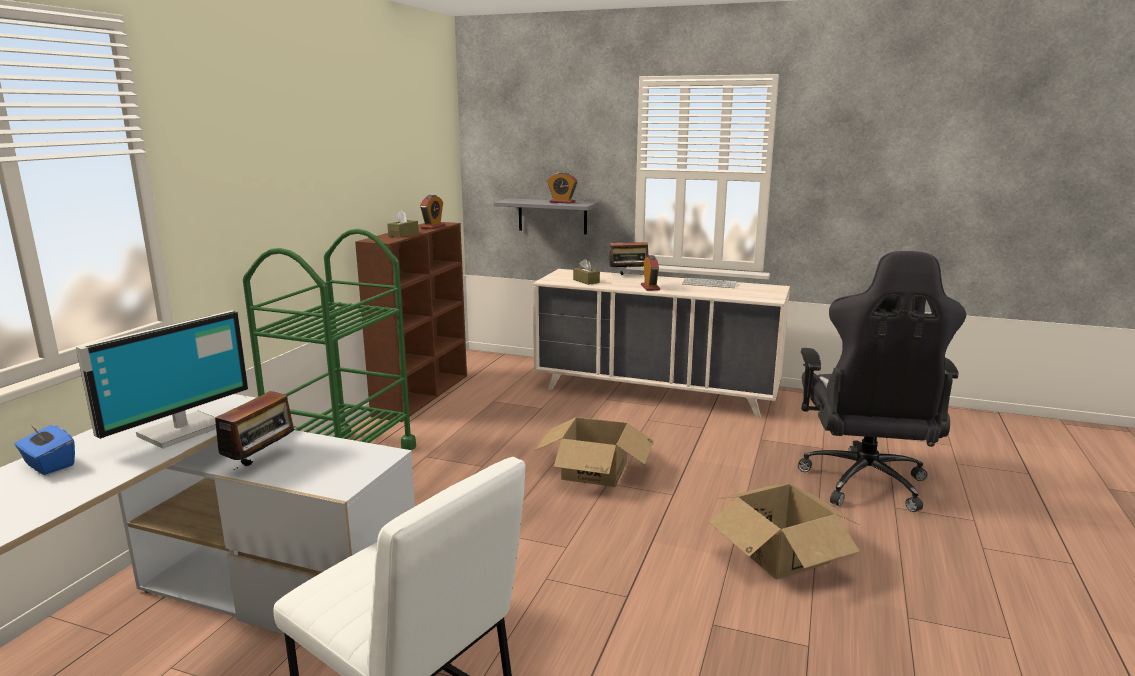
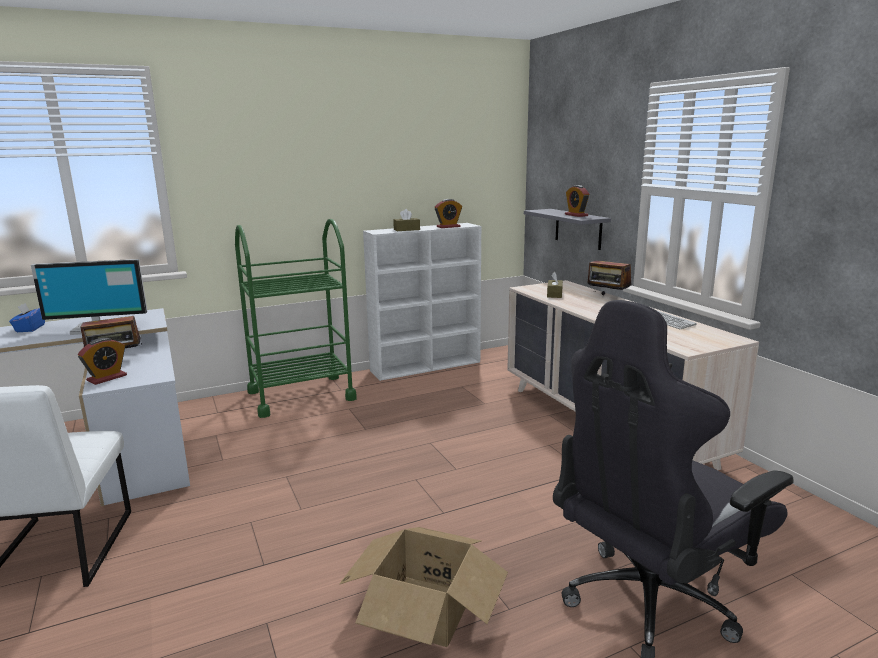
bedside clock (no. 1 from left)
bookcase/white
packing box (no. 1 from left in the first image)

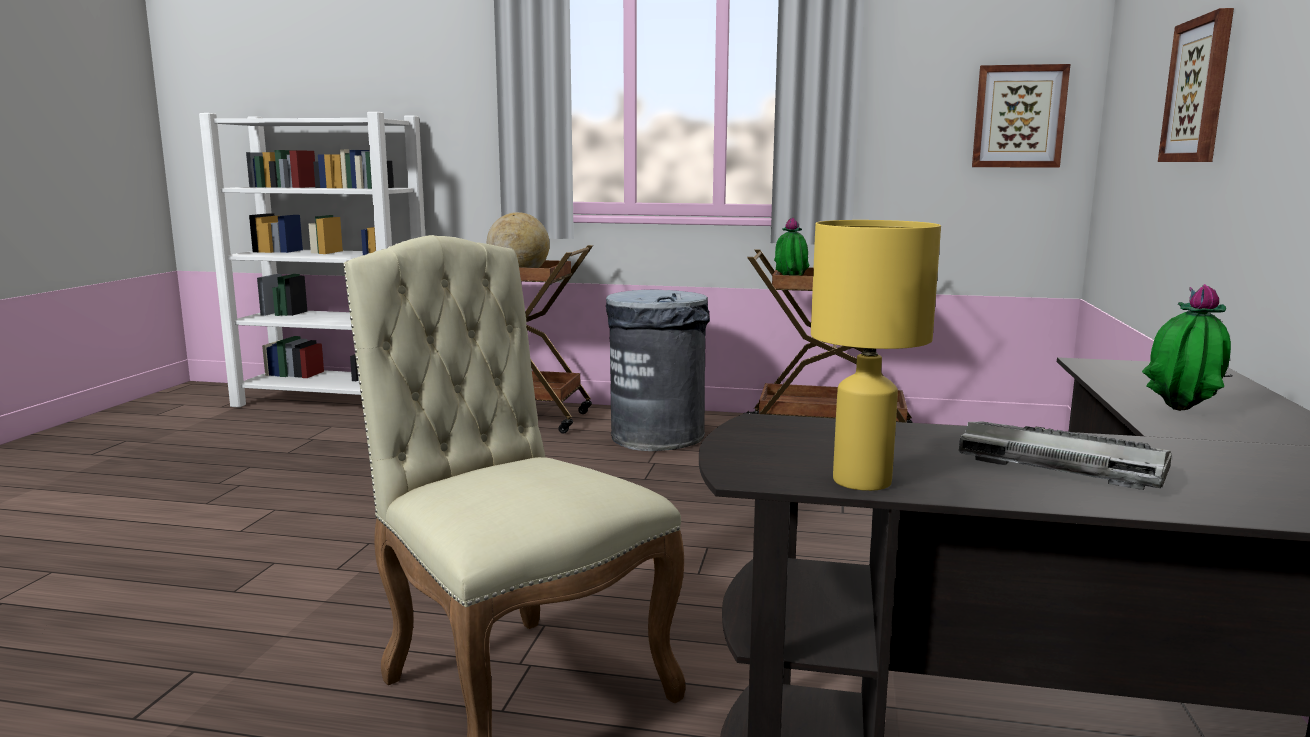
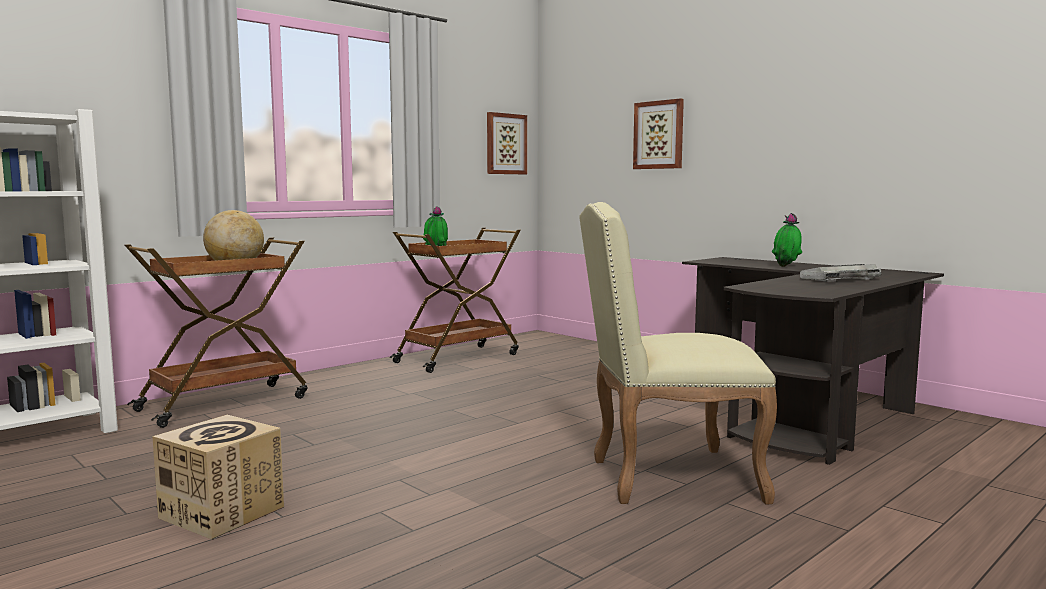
packing box
rubbish bin/gray
table lamp/yellow-coloured

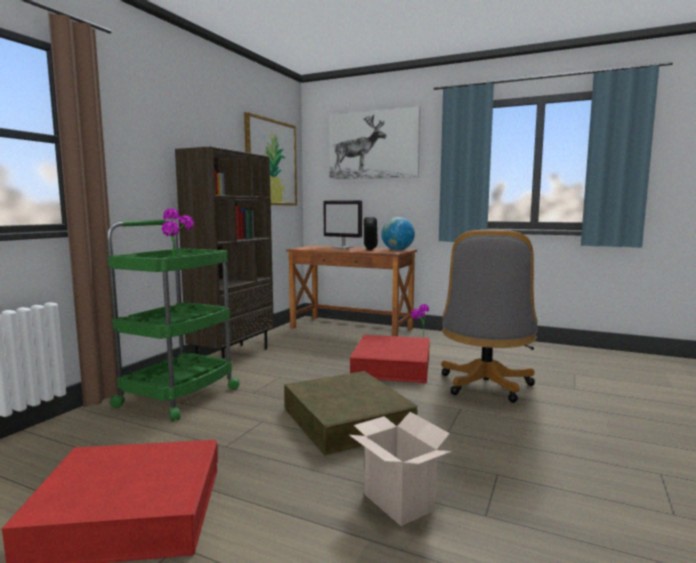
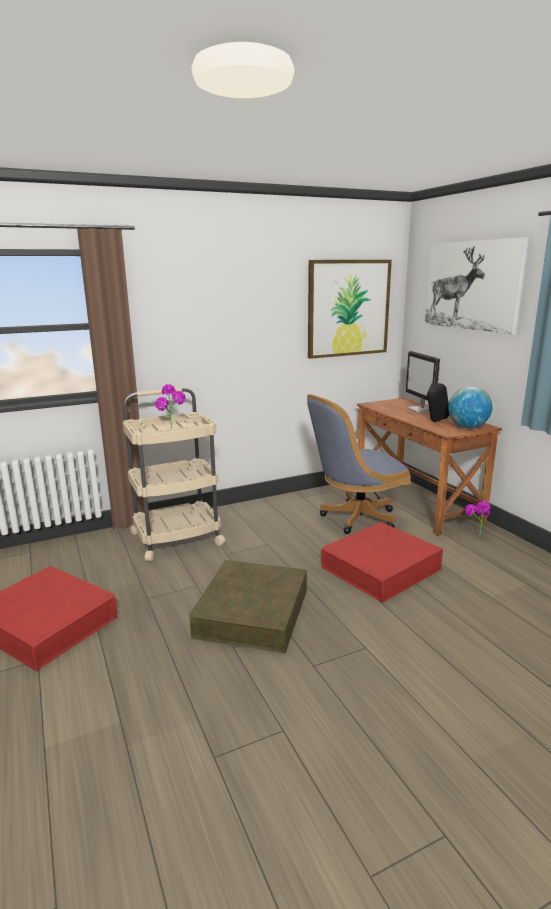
trolley/sand-coloured
office chair/blue
bookcase/brownish
packing box
office chair/gray

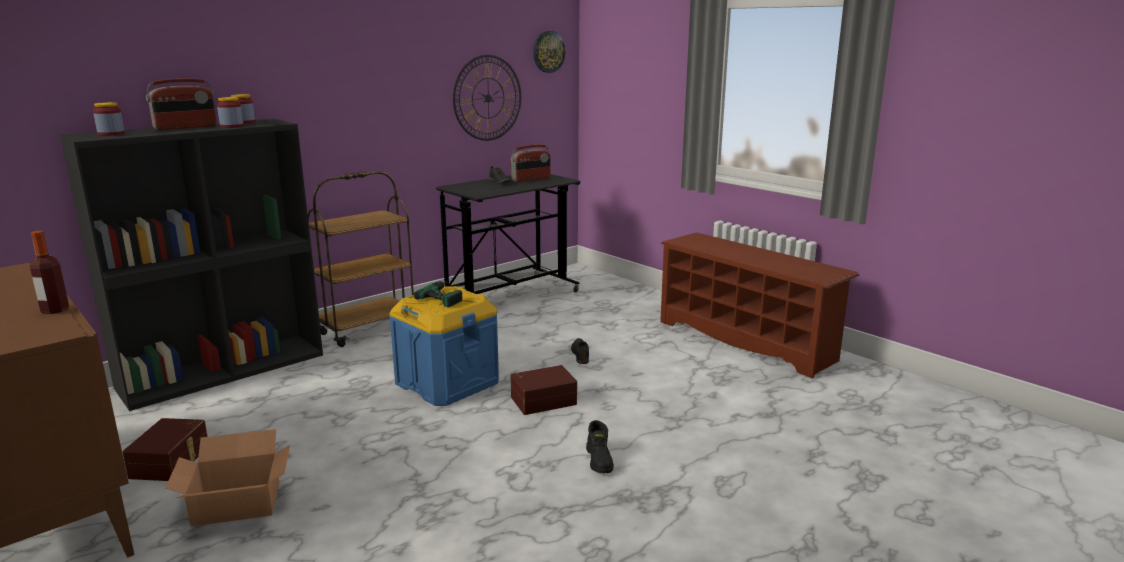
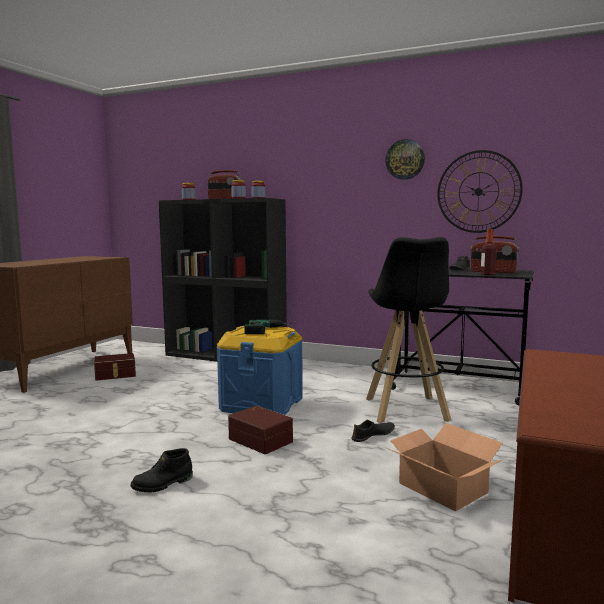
sitting stool/black
clock on the wall (no. 1 from left)
packing box
bottle
trolley/brownish

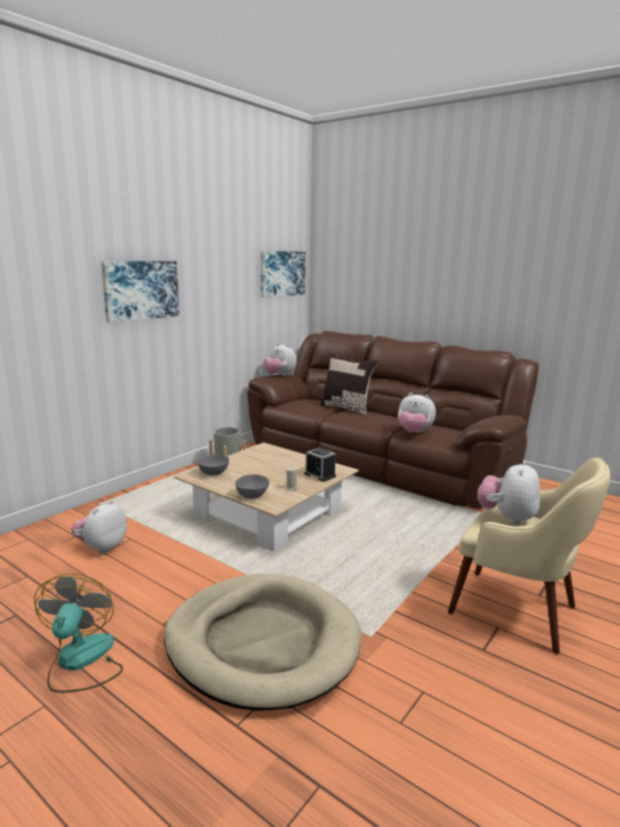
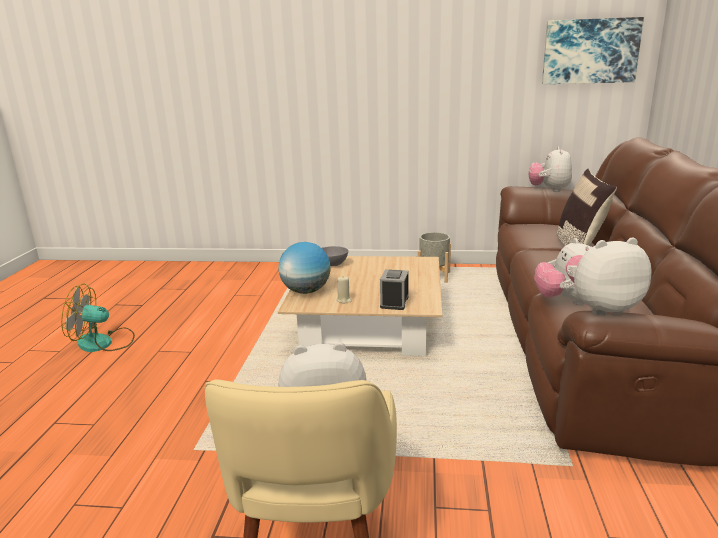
electric fan
desk globe
soft toy (no. 4 from left)
wall picture (no. 1 from left in the first image)
pet bed/sand-coloured

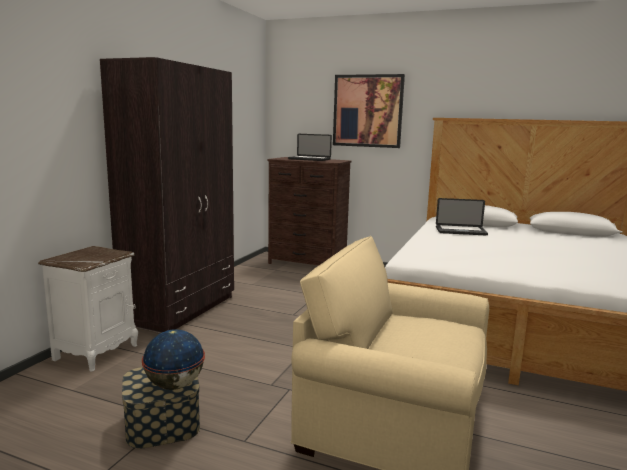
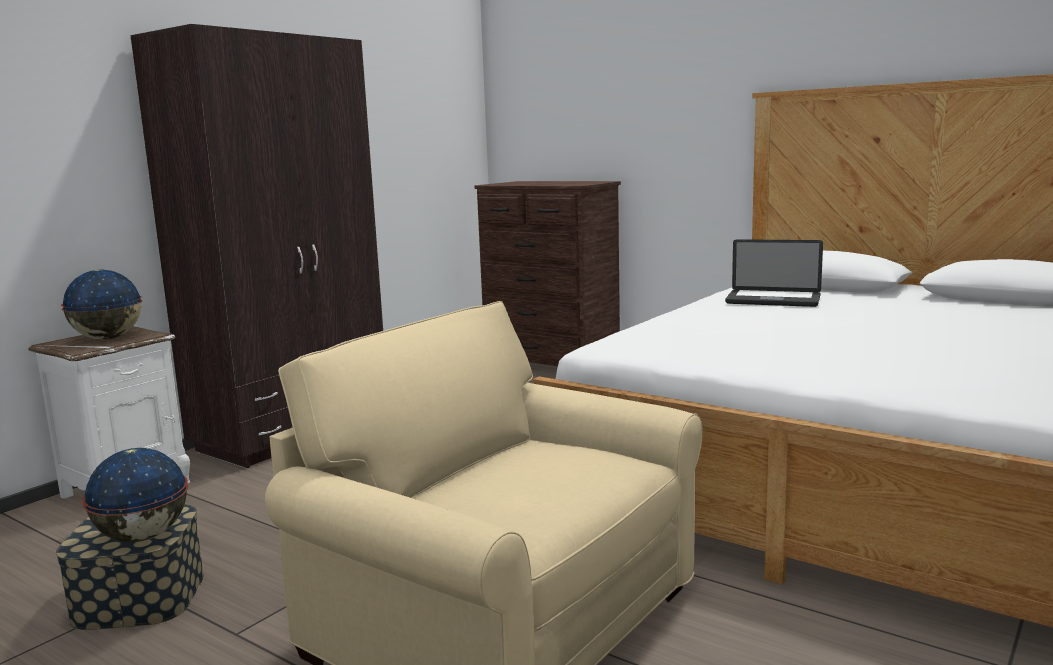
desk globe (no. 1 from left)
notebook computer (no. 1 from left in the first image)
wall picture

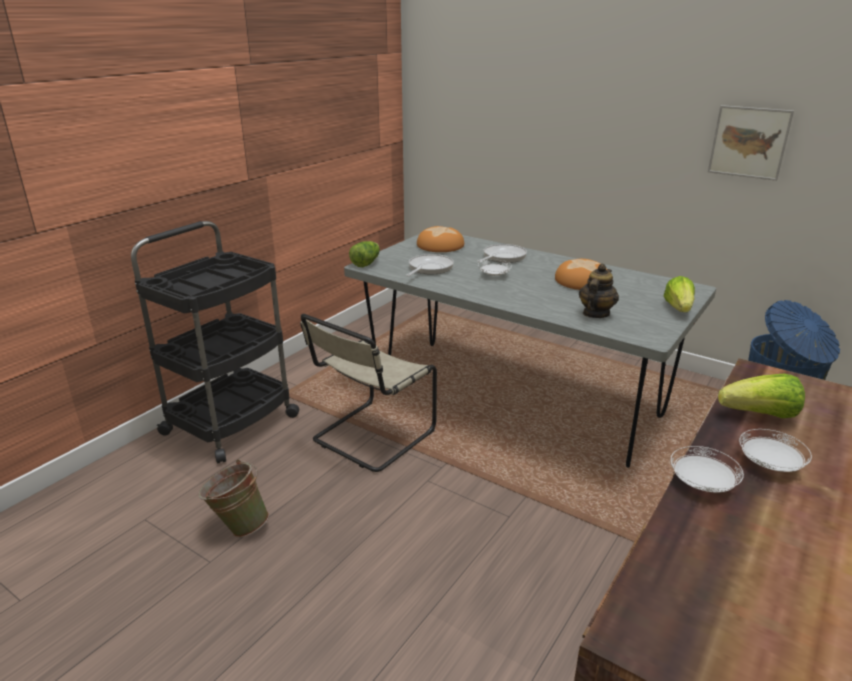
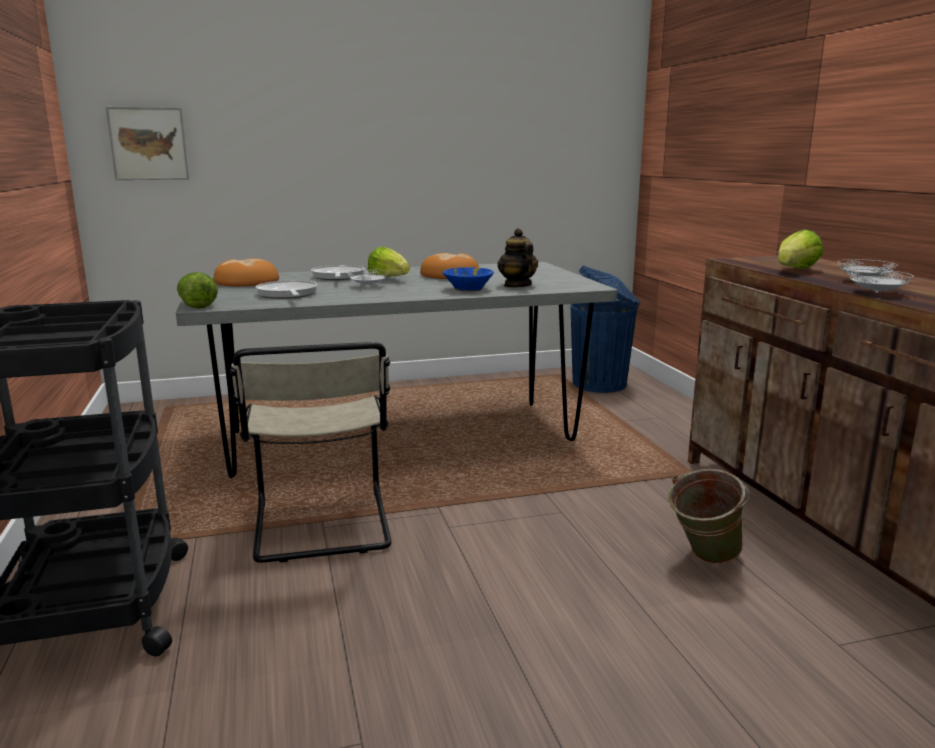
wall picture
head of lettuce (no. 2 from left)
serving bowl/blue
pail/greenish

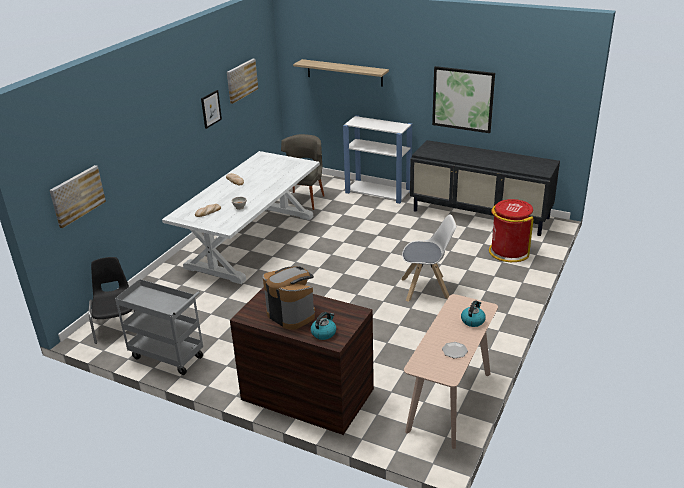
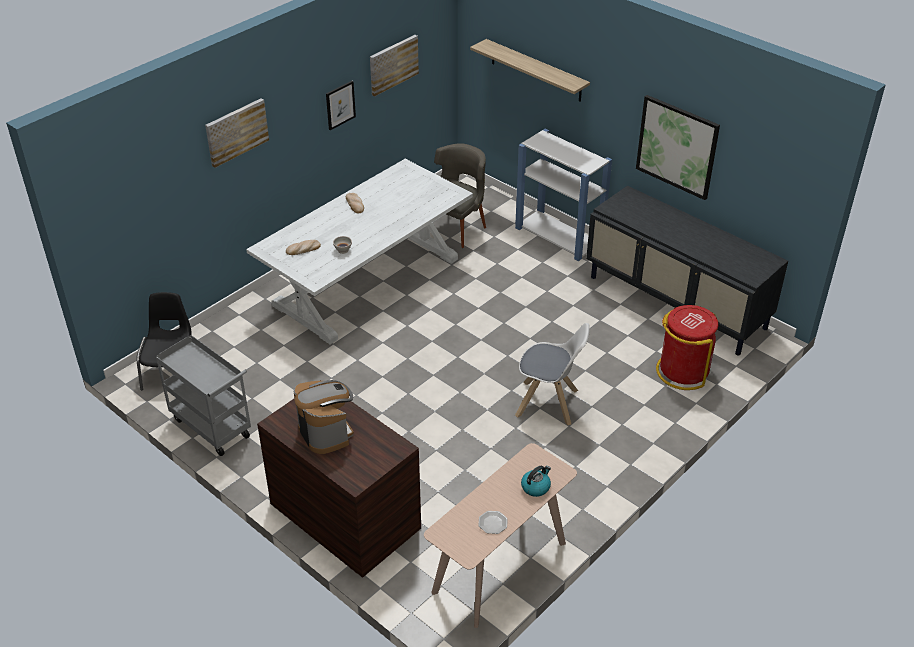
wall picture (no. 1 from left)
tea kettle (no. 1 from left in the first image)

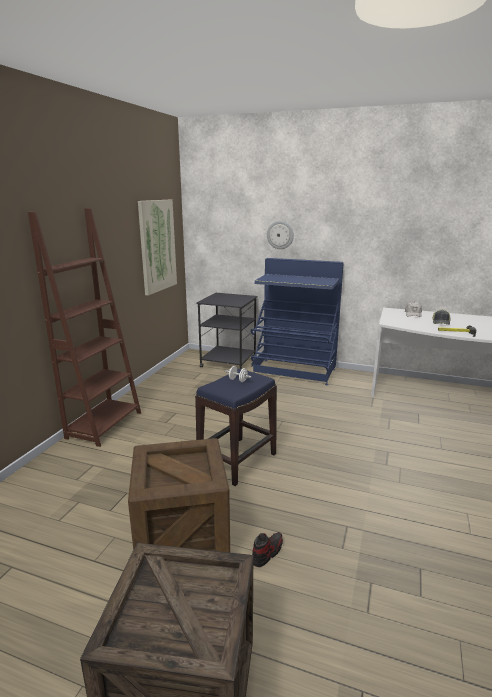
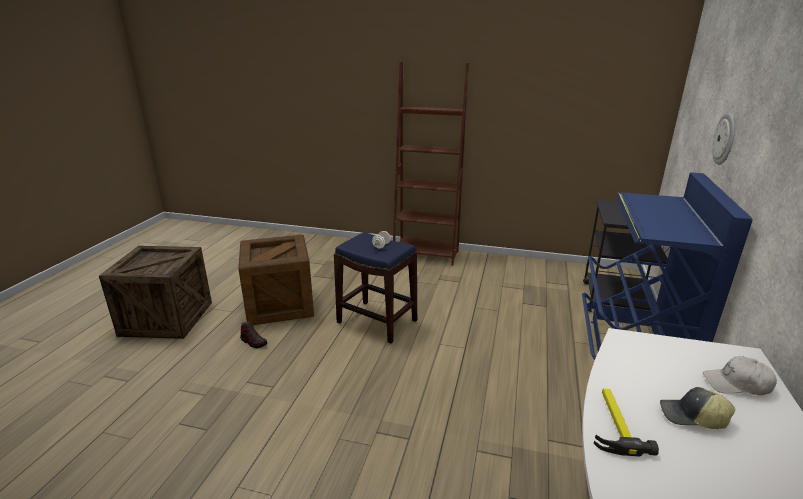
wall picture

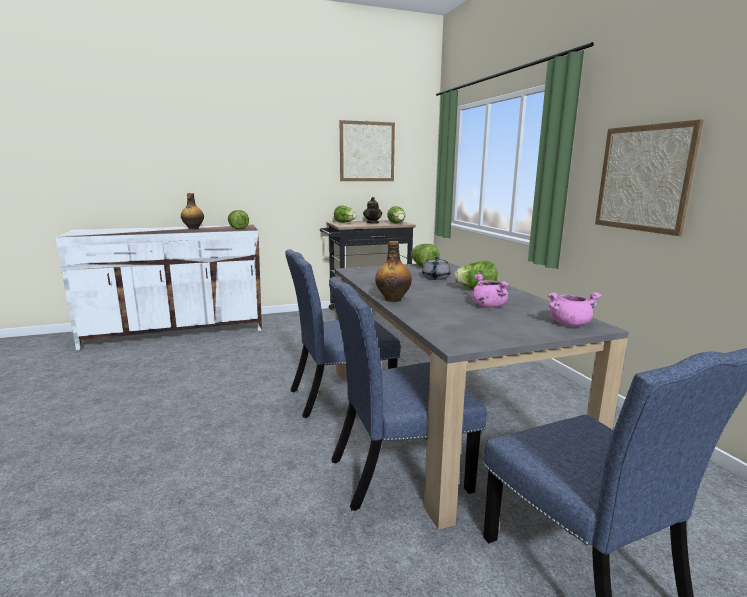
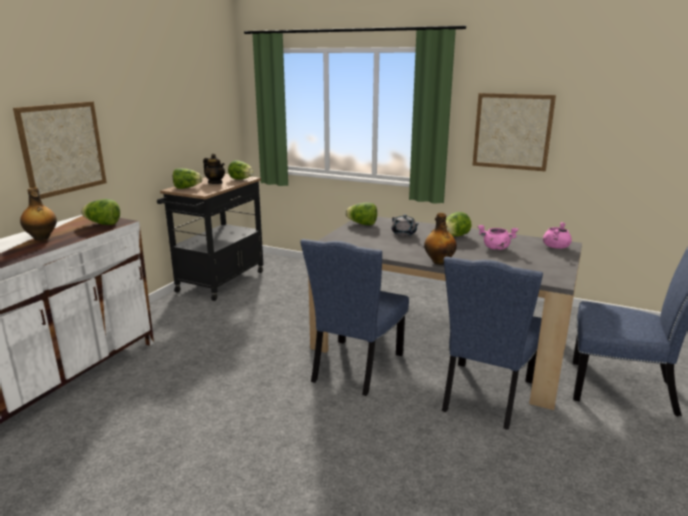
wall picture (no. 1 from left)

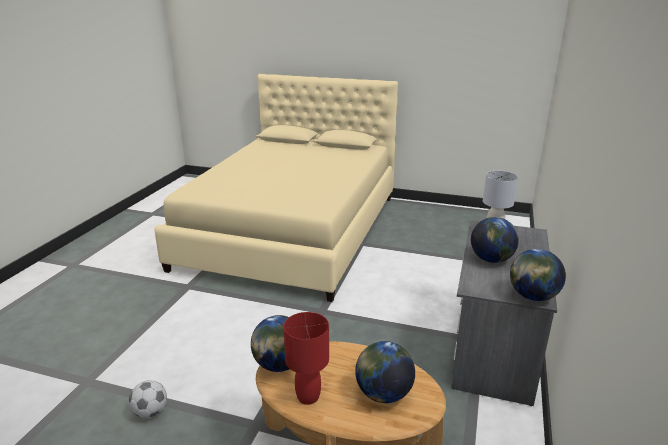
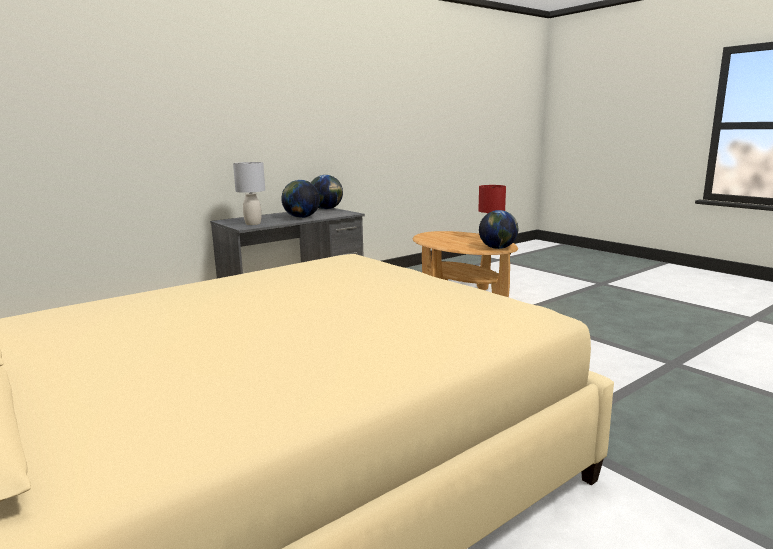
ball for football
desk globe (no. 2 from left in the first image)

